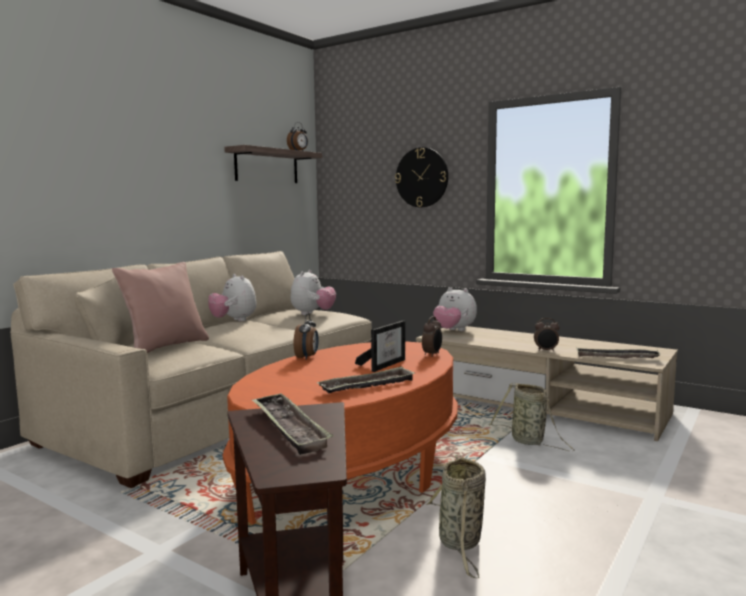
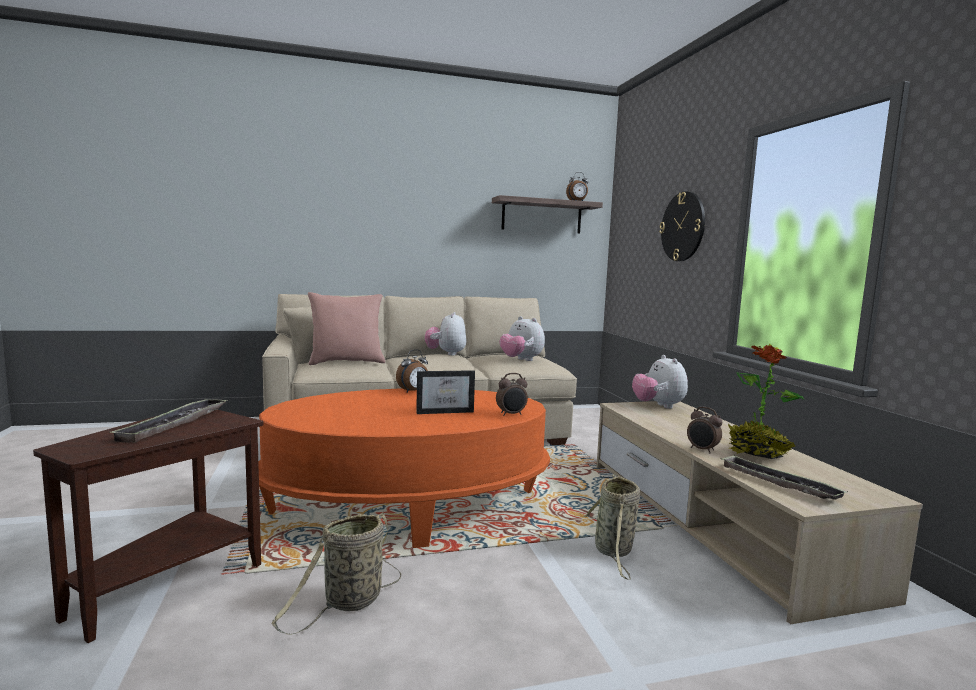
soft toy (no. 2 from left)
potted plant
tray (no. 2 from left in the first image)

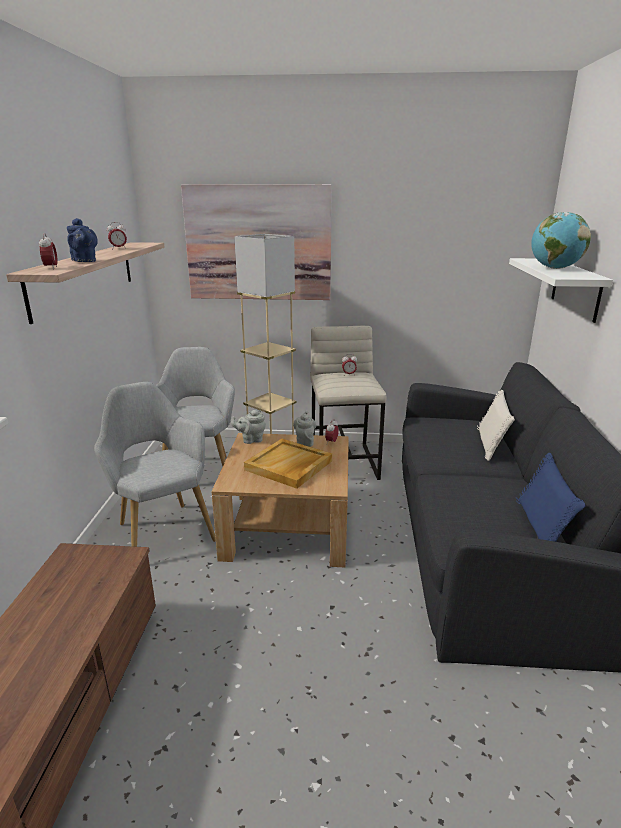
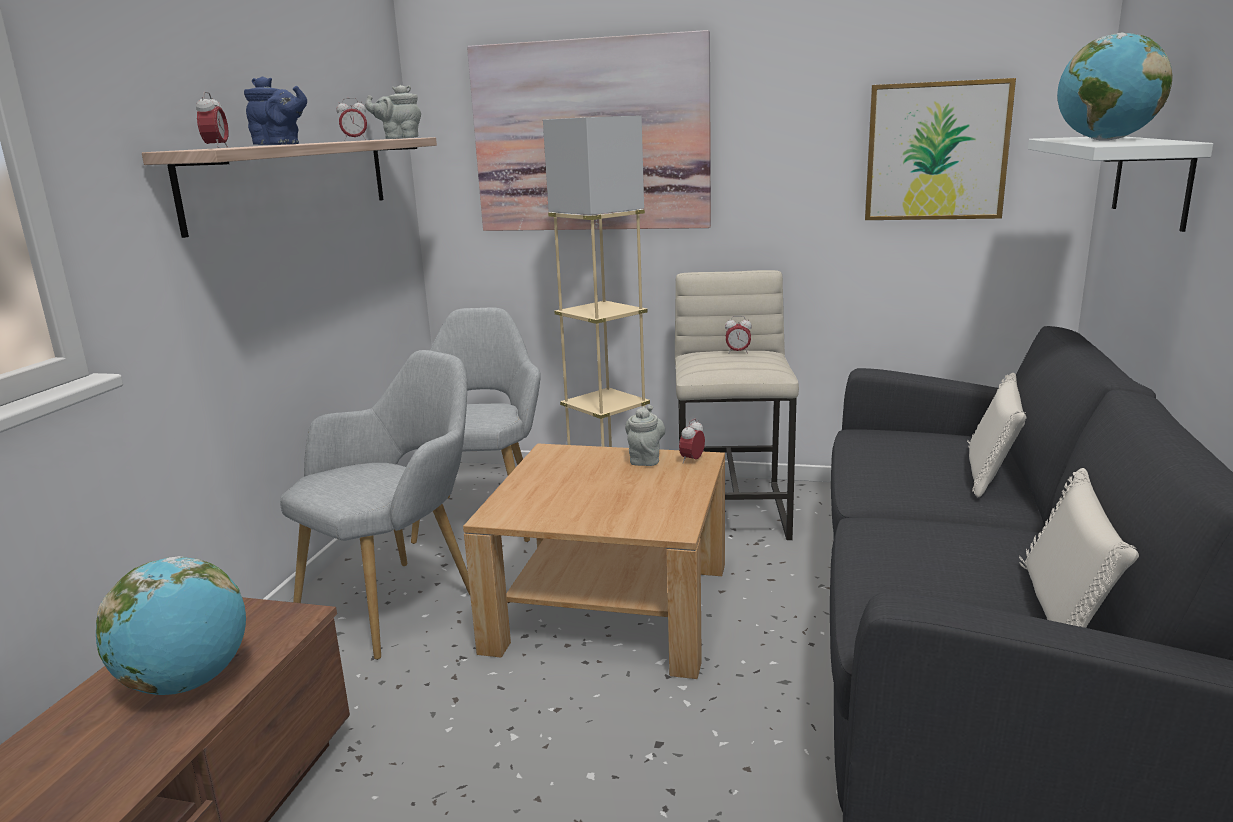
desk globe (no. 1 from left)
pot for tea/blue
lounge chair/gray (no. 1 from left)
pot for tea/gray (no. 1 from left)
wall picture (no. 2 from left)
throw pillow/white (no. 2 from left)
tray/sand-coloured

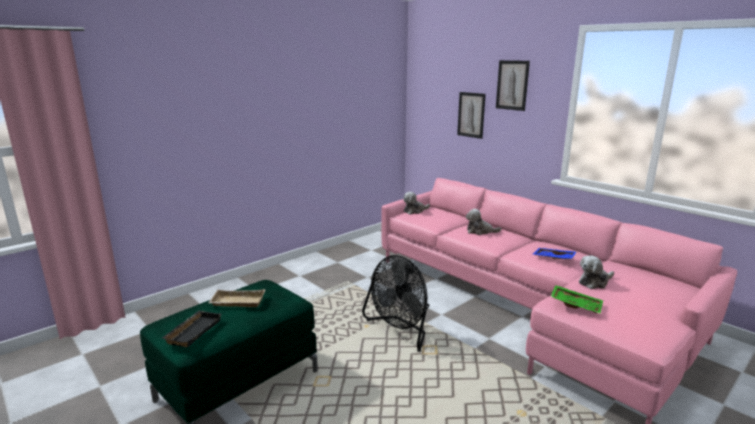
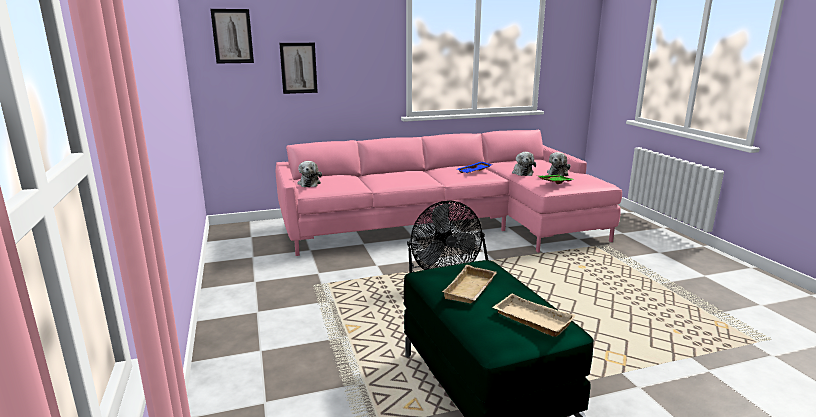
wall picture (no. 1 from left)
tray/sand-coloured (no. 2 from left)
soft toy (no. 3 from left)

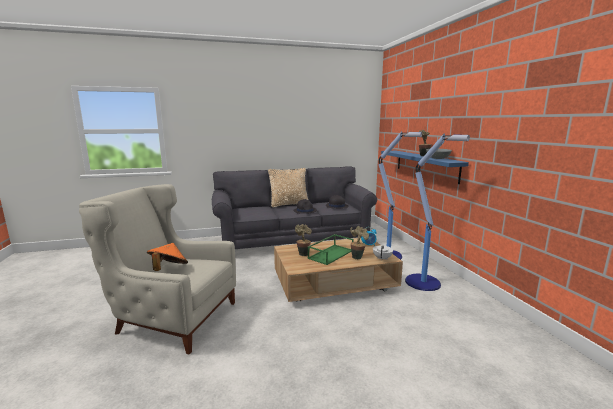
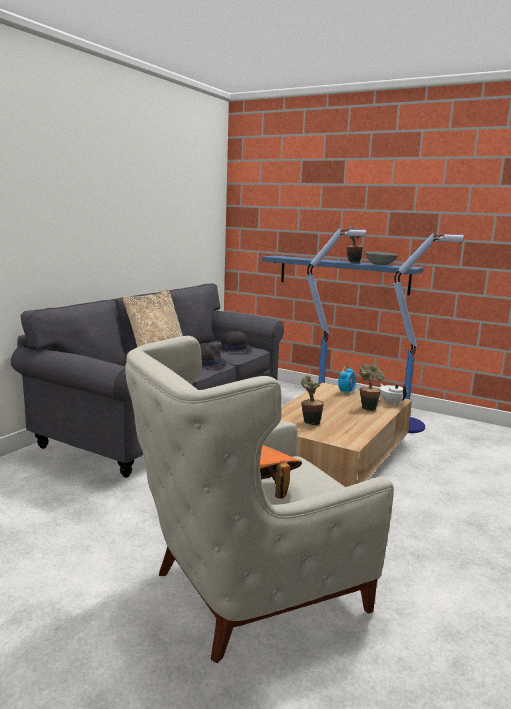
tray/greenish

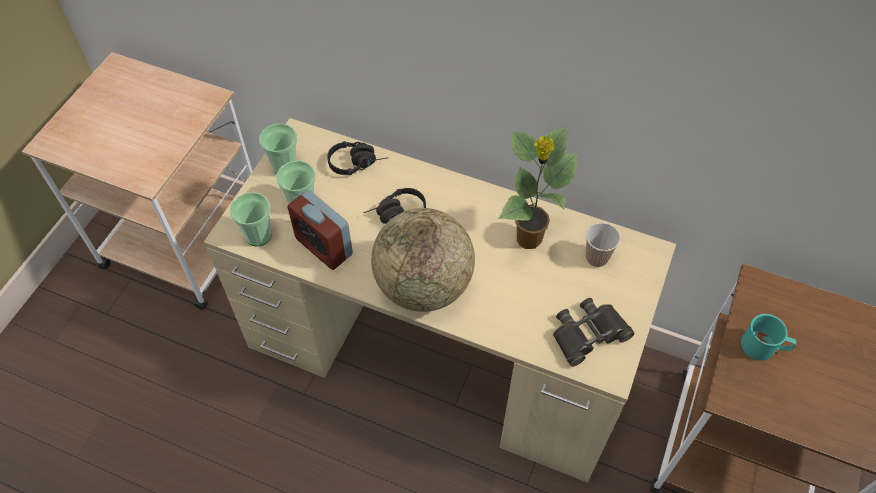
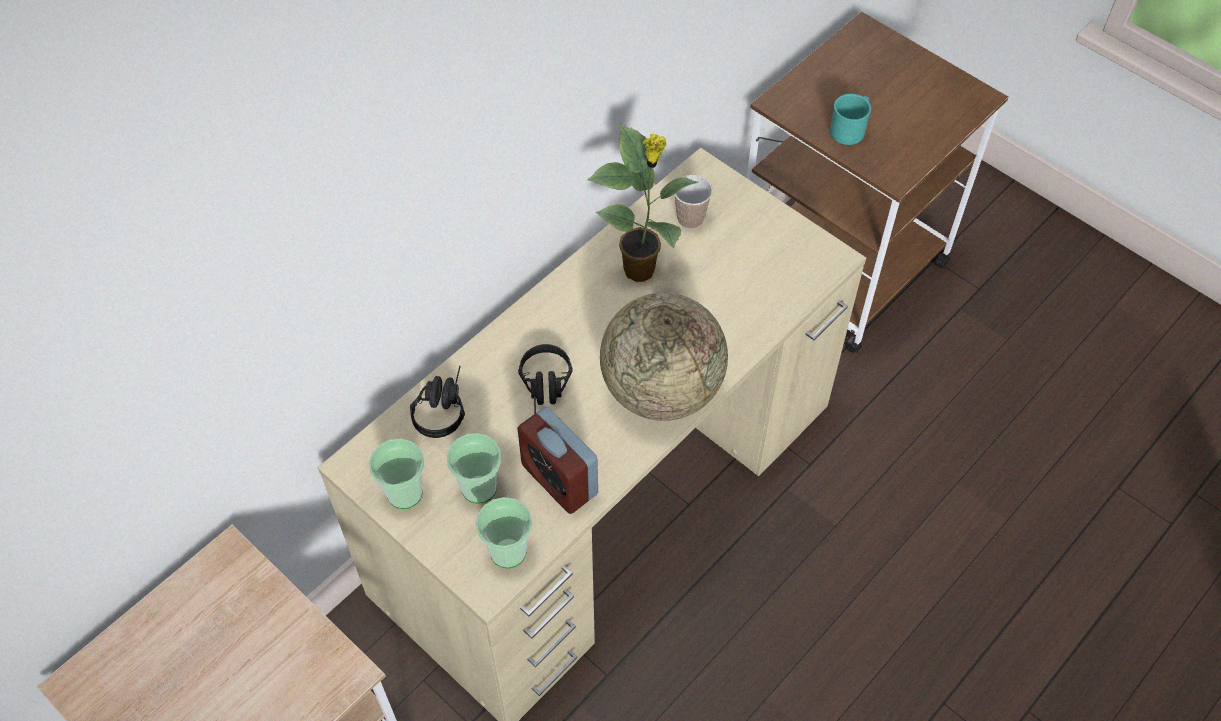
bedside clock
binoculars/black

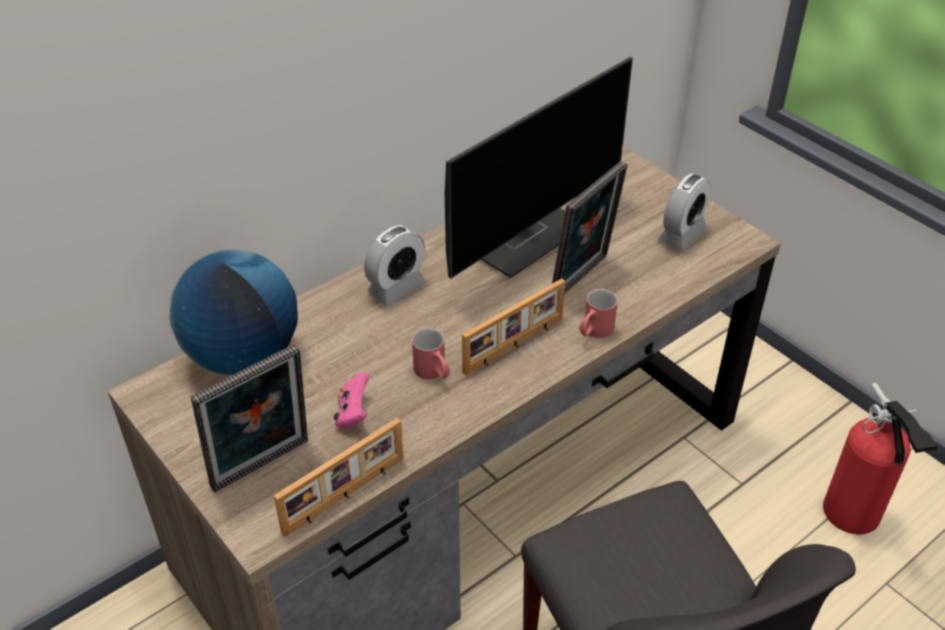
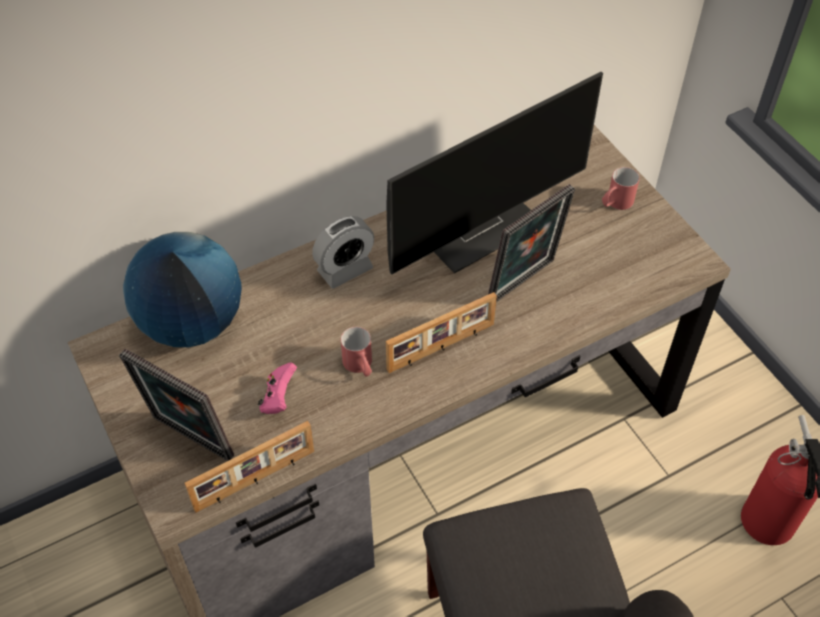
picture frame (no. 1 from left)
tea mug/red (no. 2 from left)
bedside clock (no. 2 from left in the first image)

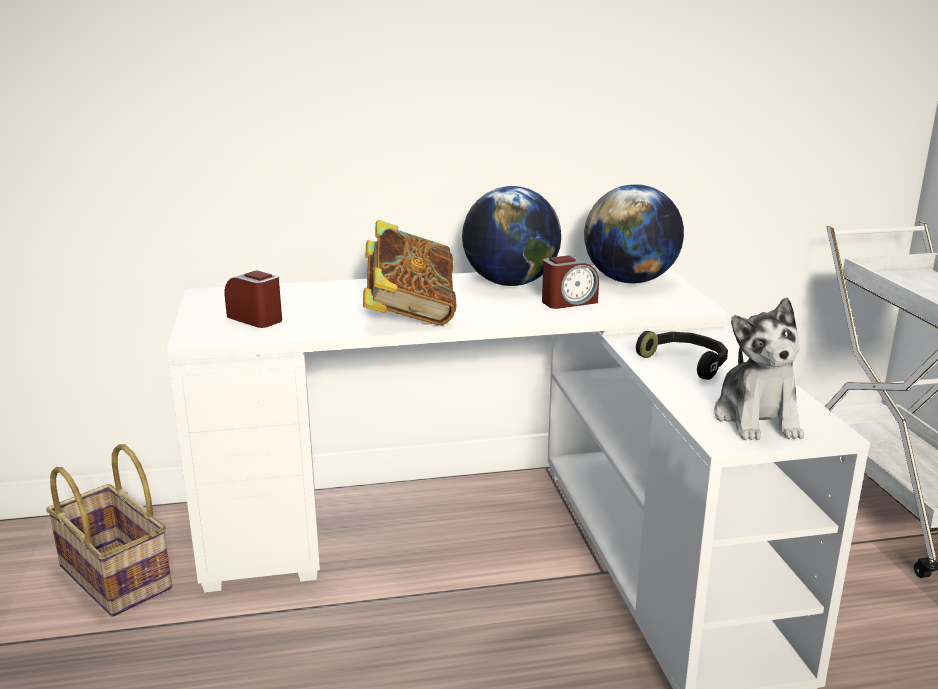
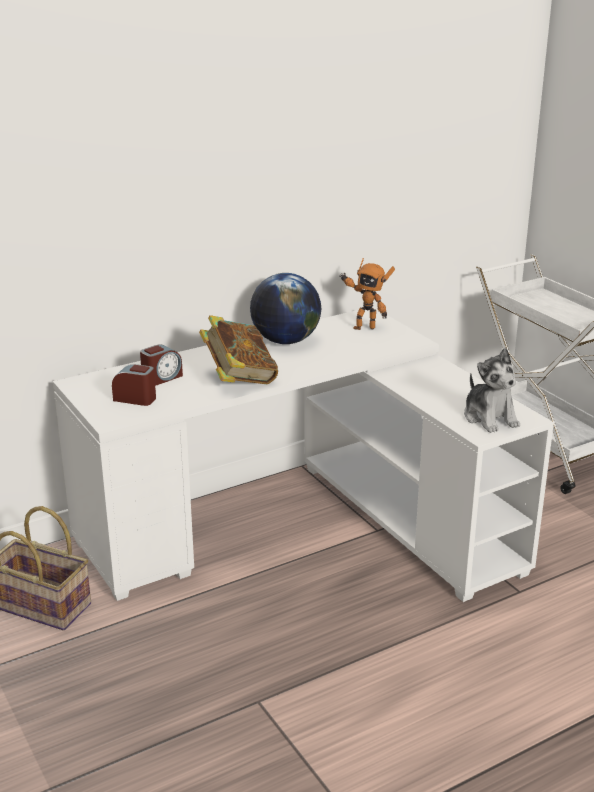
bedside clock (no. 2 from left)
toy robot
pair of headphones/black

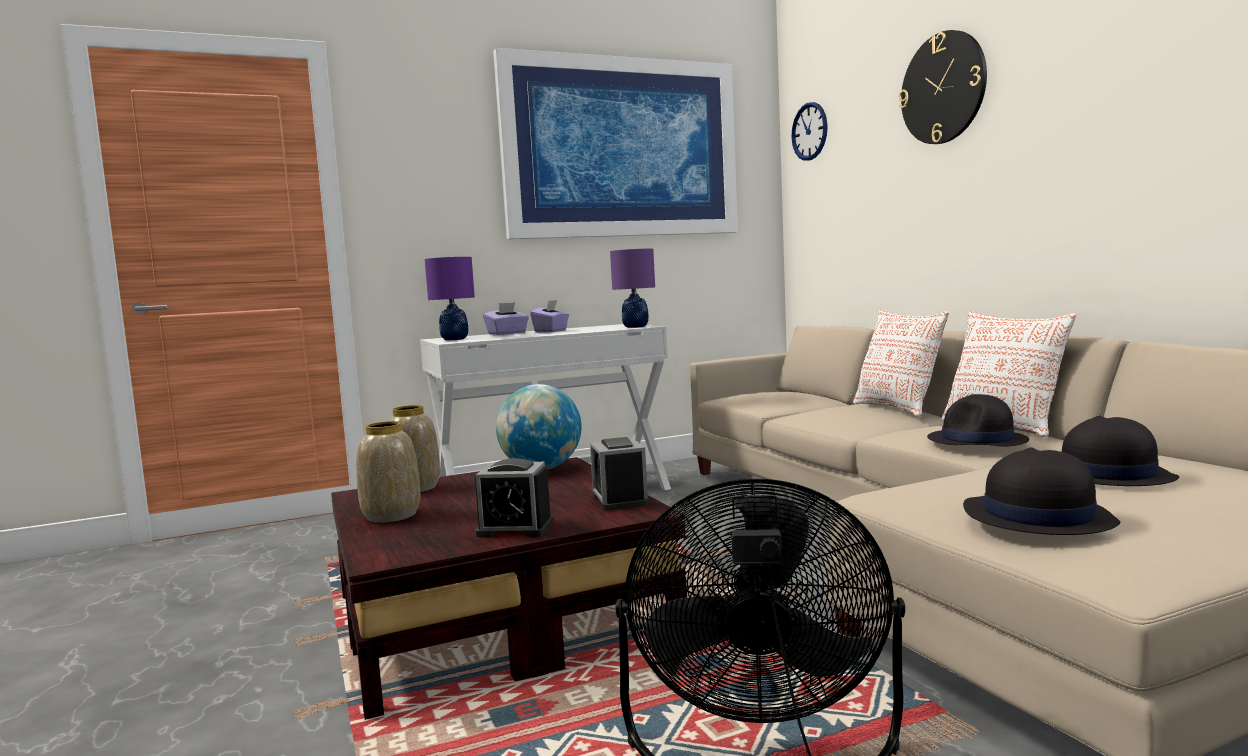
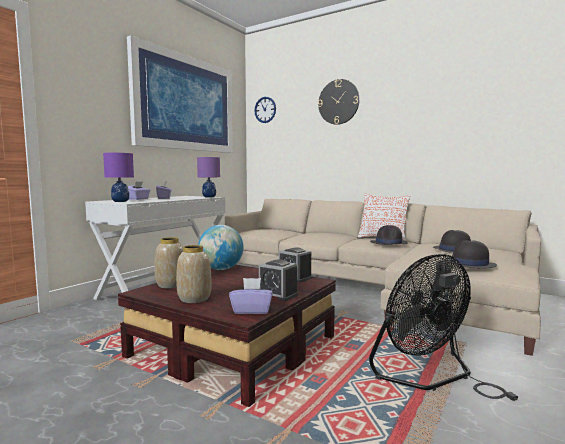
tissue holder/purple-coloured (no. 3 from left)
bedside clock (no. 1 from left)
throw pillow/white (no. 1 from left in the first image)

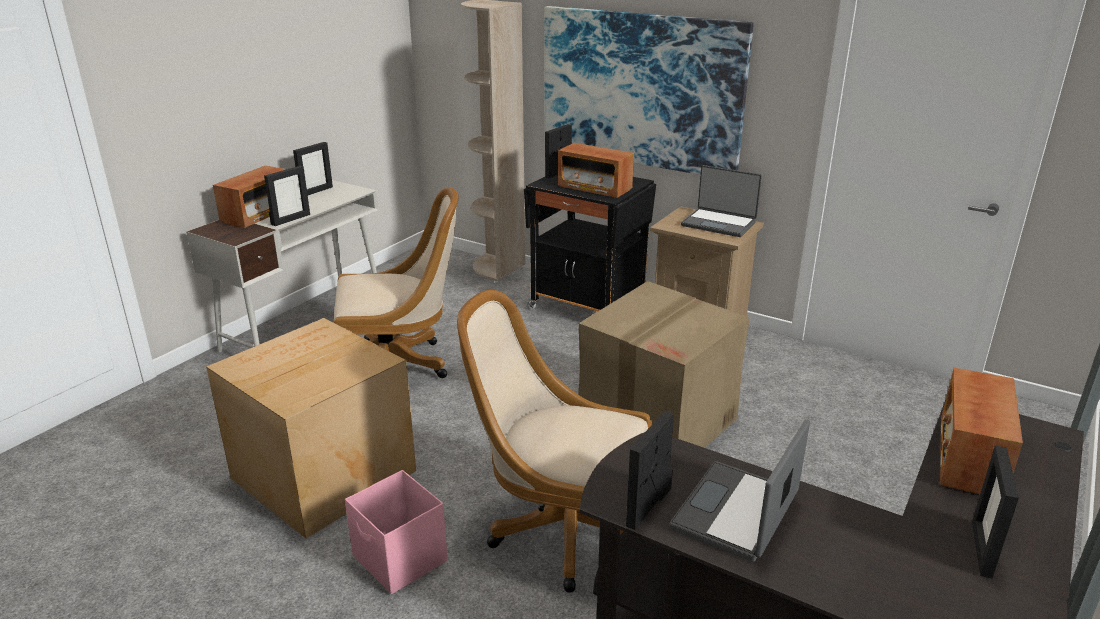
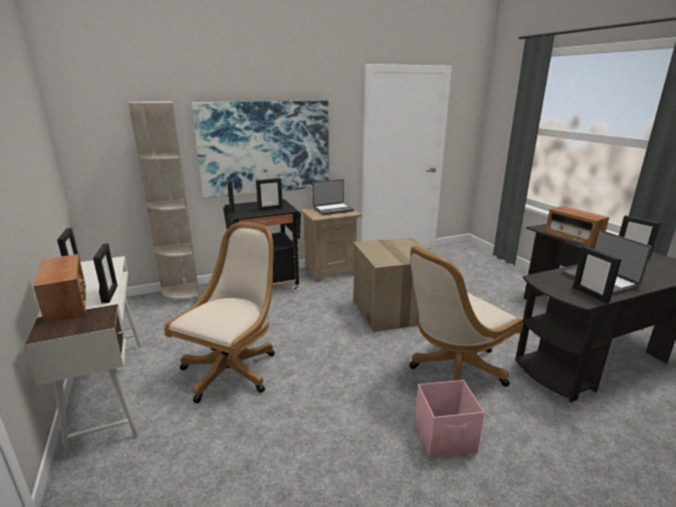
picture frame (no. 4 from left)
packing box (no. 1 from left in the first image)

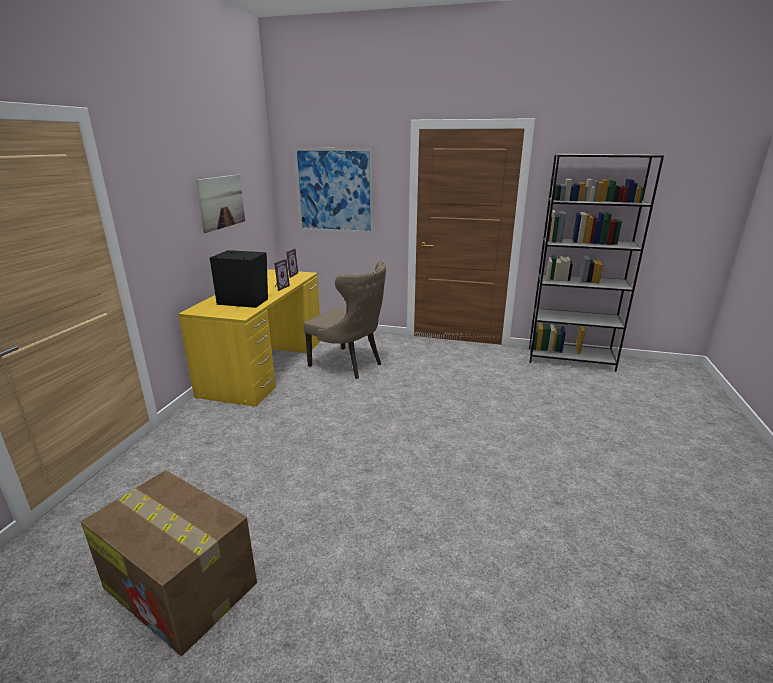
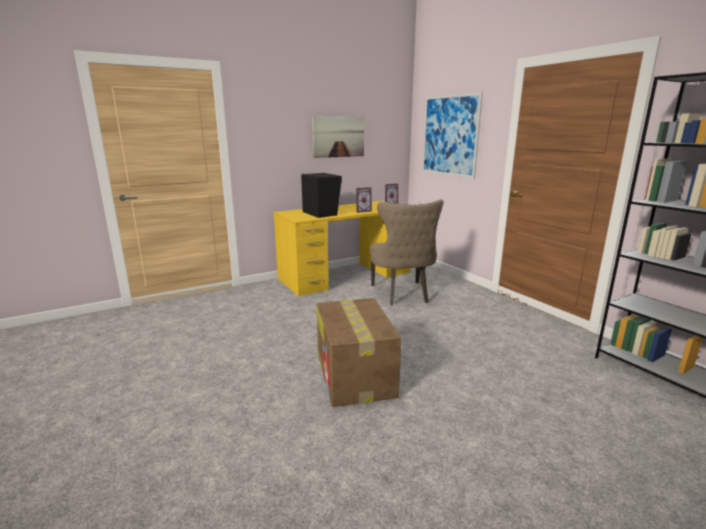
packing box

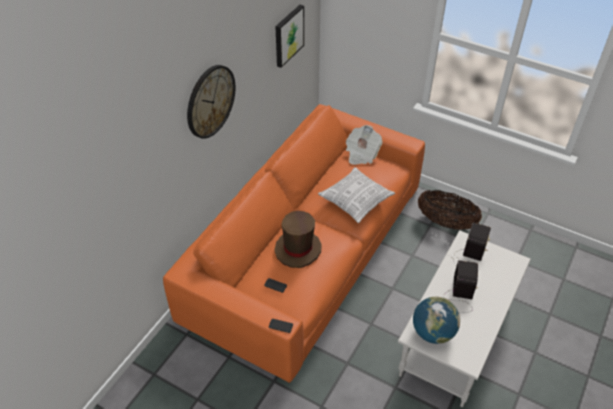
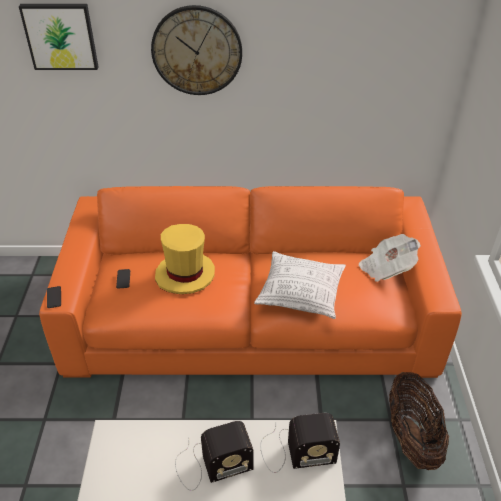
wall picture
wearable hat/yellow-coloured
desk globe

